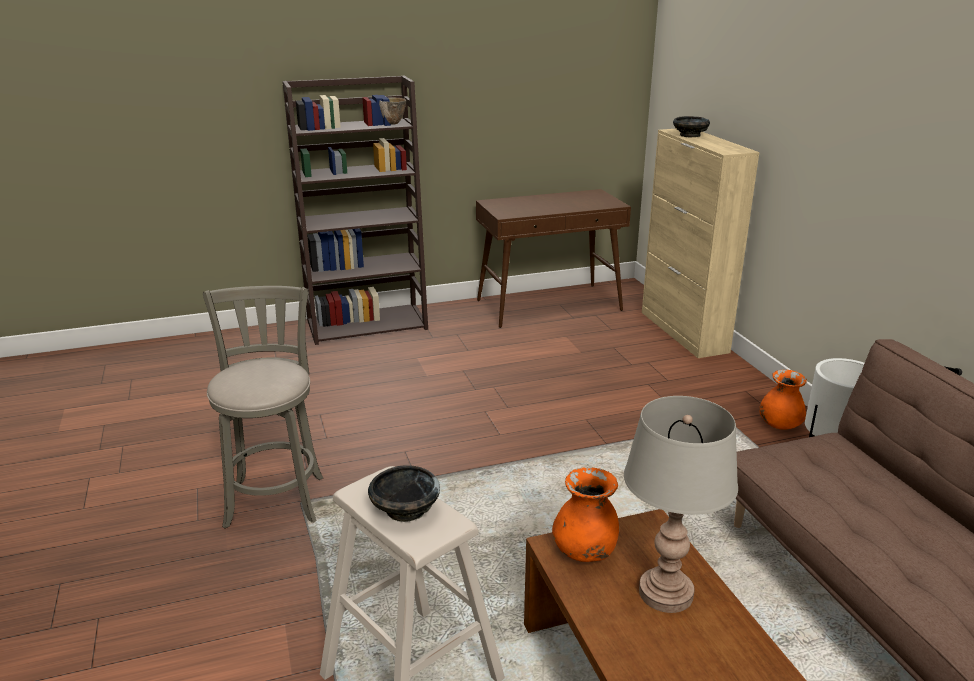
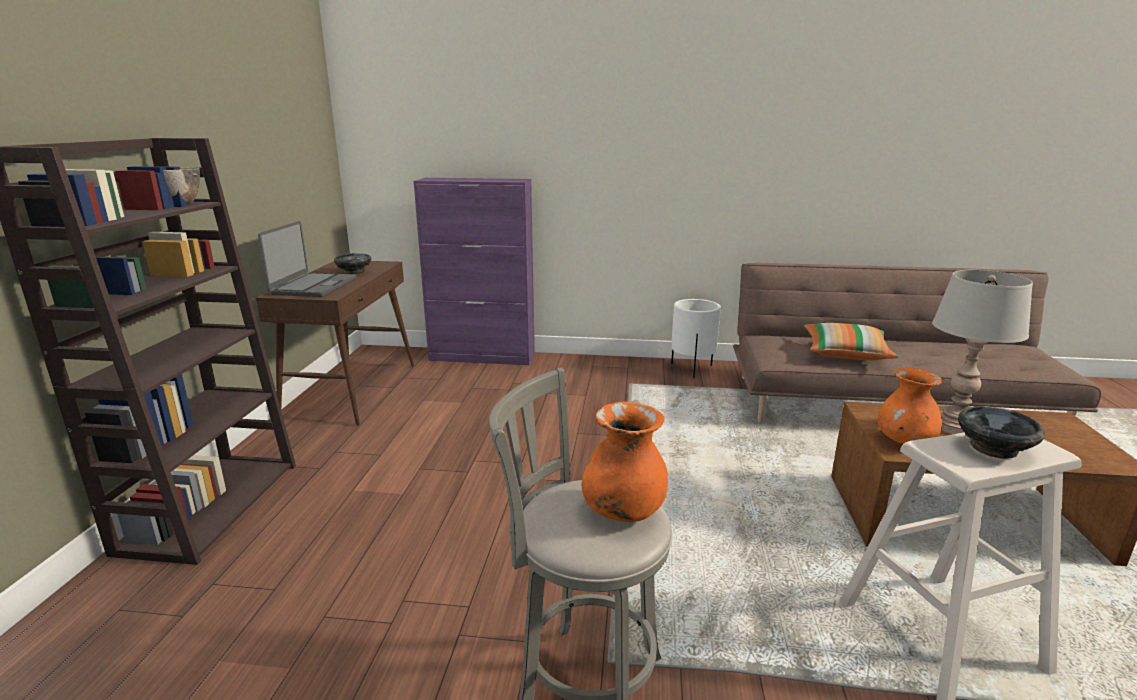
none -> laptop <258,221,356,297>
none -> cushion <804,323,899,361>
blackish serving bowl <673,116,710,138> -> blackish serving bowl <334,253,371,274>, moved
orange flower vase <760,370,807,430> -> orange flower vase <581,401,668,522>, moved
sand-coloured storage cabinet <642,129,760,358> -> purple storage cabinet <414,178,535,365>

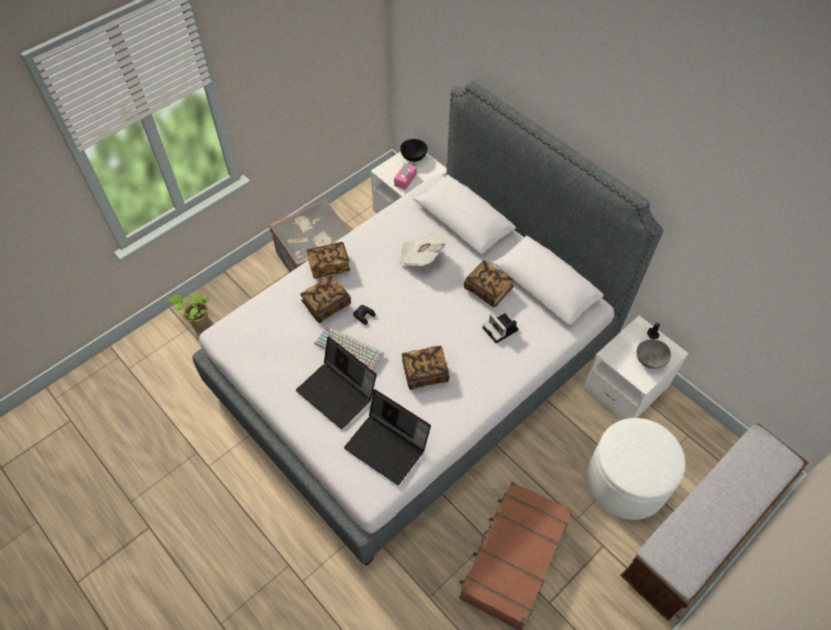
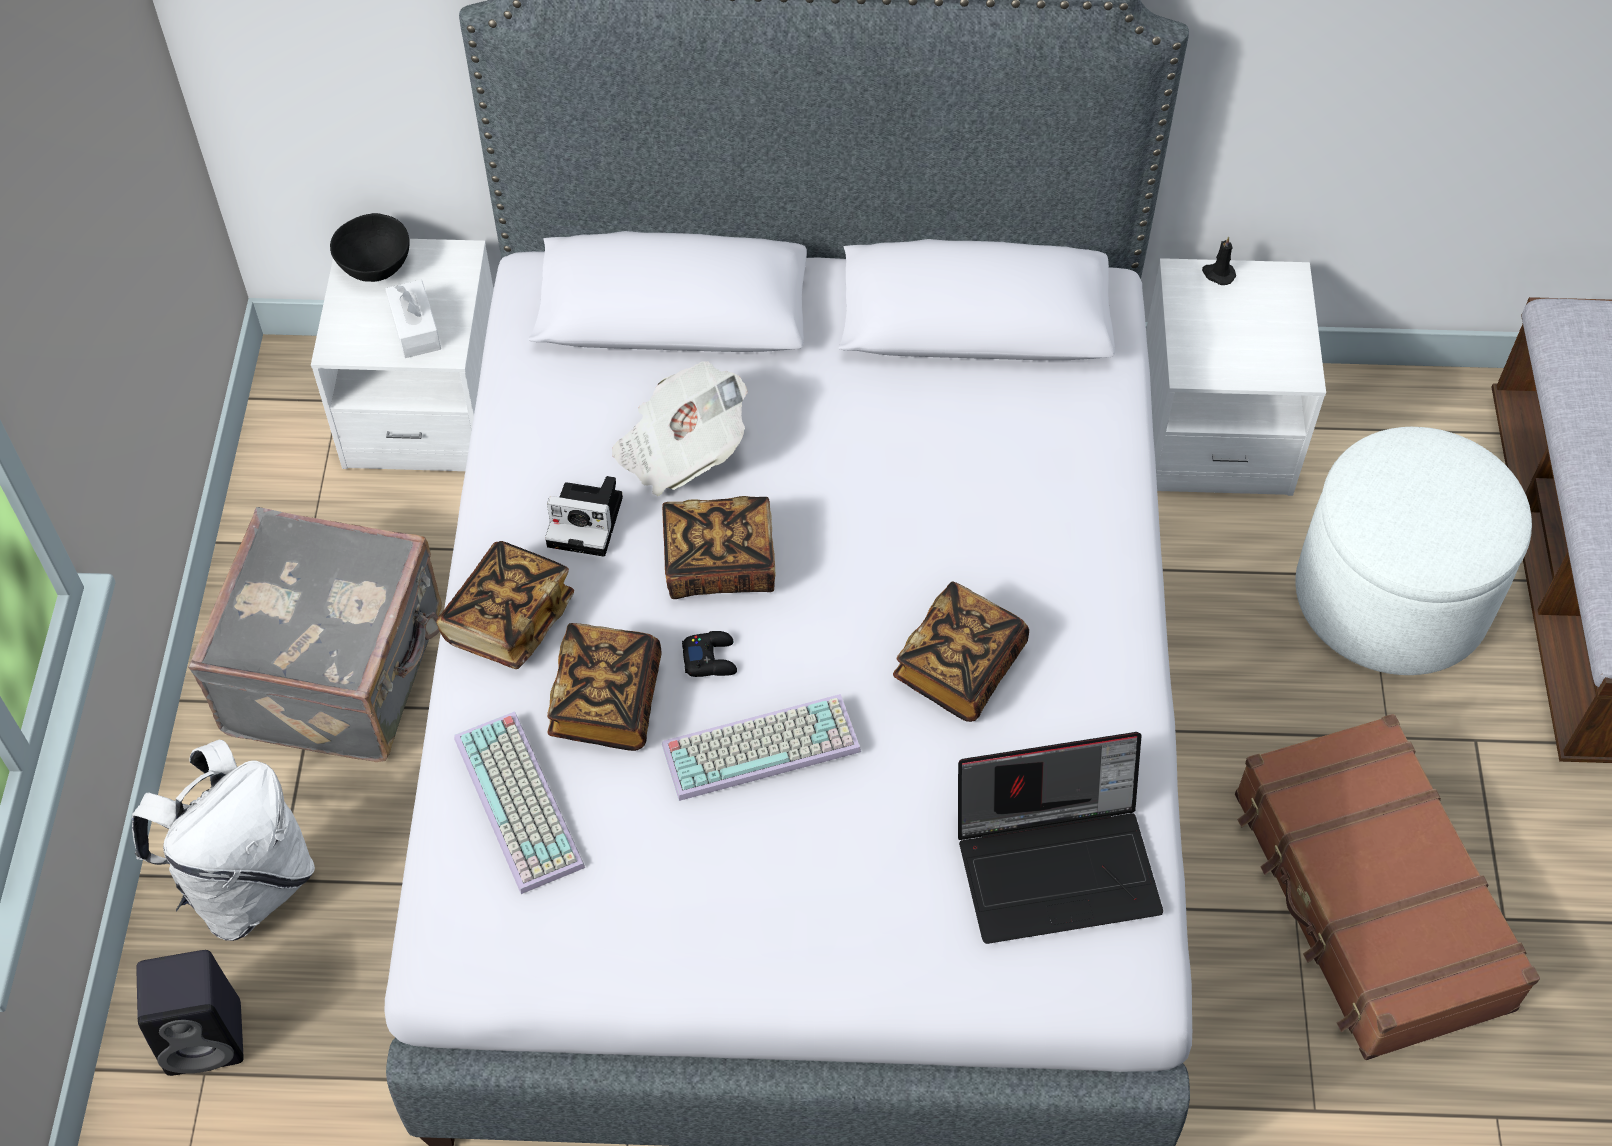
laptop <296,337,377,429> -> none
greyish serving bowl <637,339,671,369> -> none
none -> white-coloured backpack <132,740,315,941>
none -> computer keyboard <454,711,585,894>
book <464,260,514,308> -> book <662,496,776,599>, moved
still camera <483,313,519,343> -> still camera <545,476,623,557>, moved
plant in a pot <167,294,210,328> -> blackish speaker <136,950,243,1076>
pink-coloured tissue holder <394,163,417,190> -> white-coloured tissue holder <386,280,441,358>

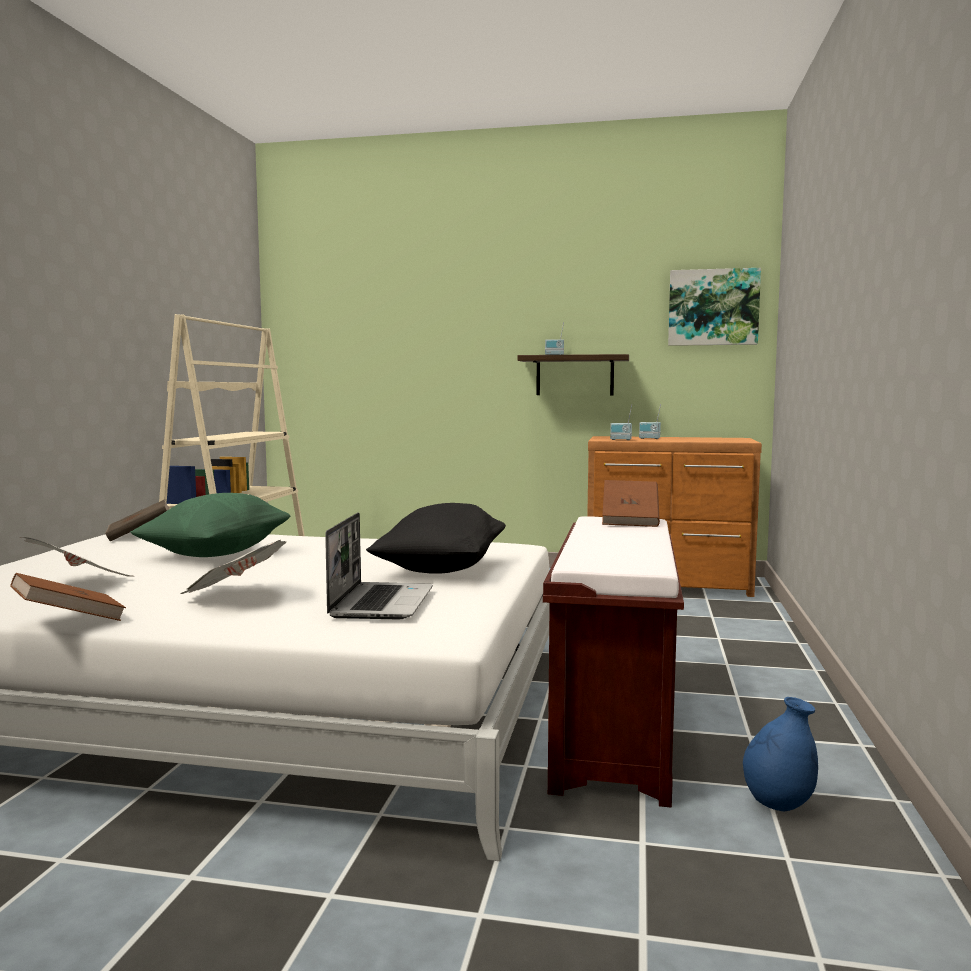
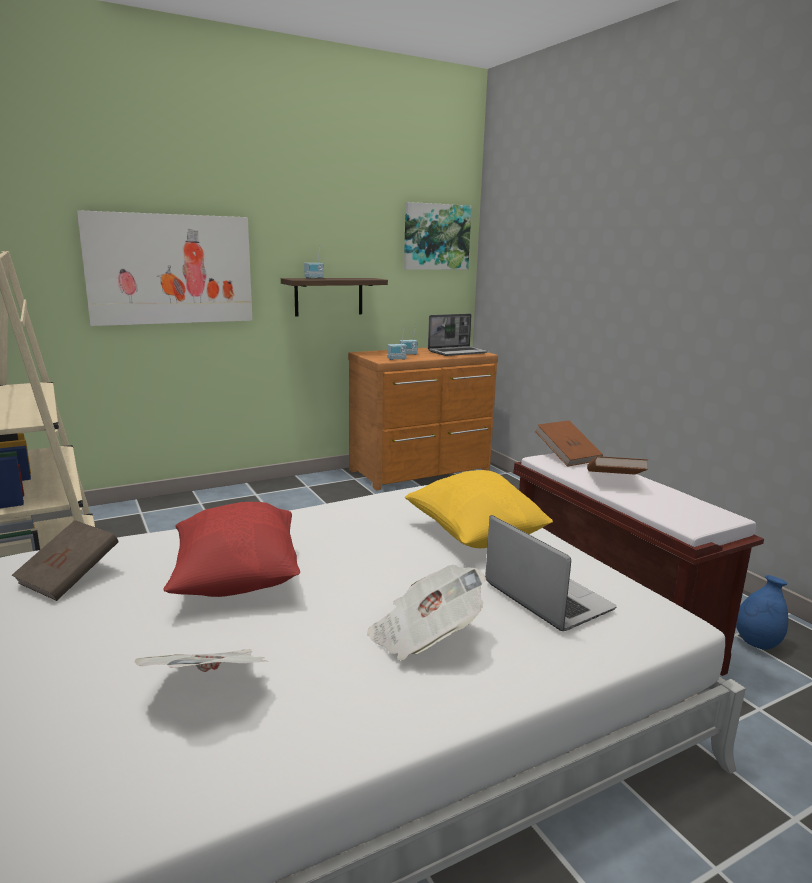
none -> picture <77,210,252,326>
none -> laptop <428,314,488,356>
brown book <10,573,126,621> -> brown book <587,456,648,475>, moved
green cushion <131,493,290,557> -> reddish cushion <163,502,300,597>
blackish cushion <366,503,506,574> -> yellowish cushion <404,470,553,548>

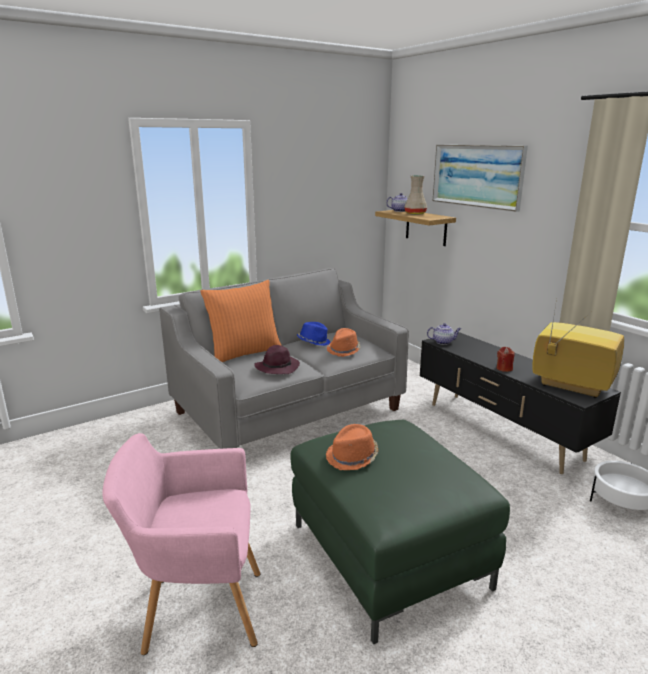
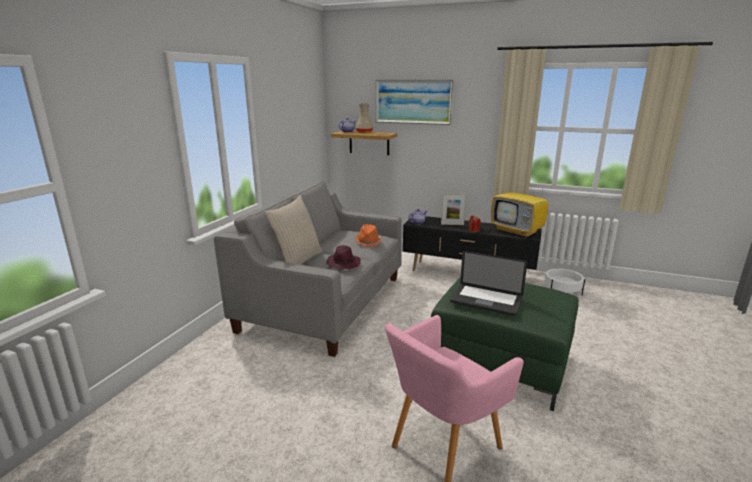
blue clothing hat <297,322,331,346> -> none
none -> standing frame <441,193,466,225>
orange clothing hat <326,424,378,470> -> laptop <450,251,527,316>
orange cushion <200,280,282,362> -> sand-coloured cushion <264,195,323,265>
TV set <532,299,624,398> -> TV set <491,174,548,238>, 135 degrees counterclockwise

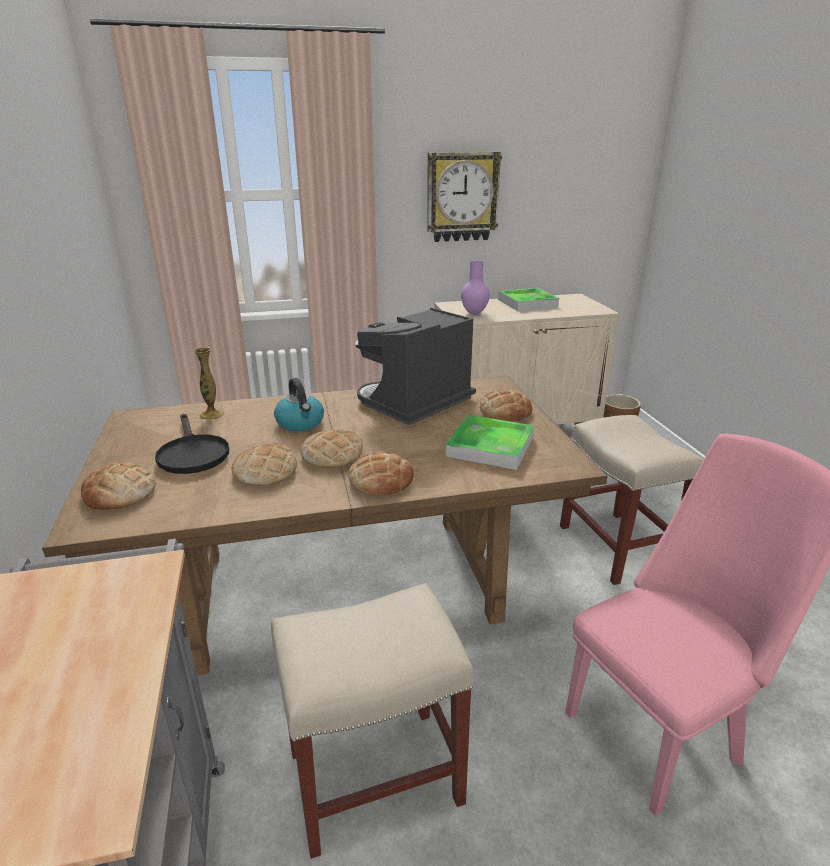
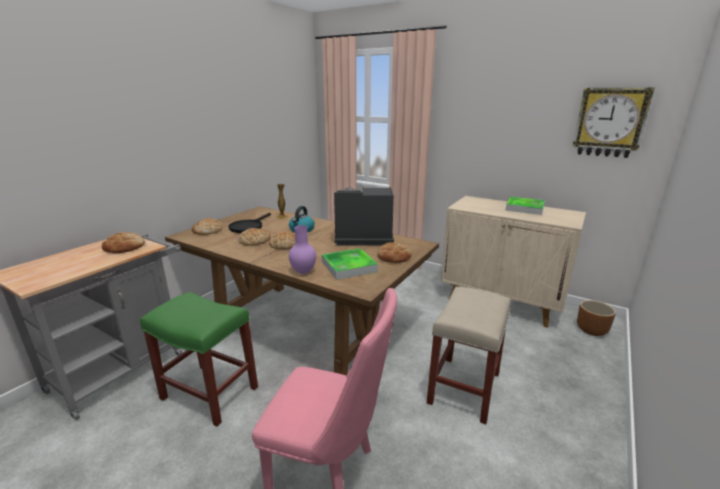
bakery bread <348,451,414,496> -> bakery bread <102,232,145,253>, moved
clock on the wall <427,152,502,242> -> clock on the wall <573,88,654,158>, moved
purple flower vase <461,261,490,314> -> purple flower vase <289,225,316,274>, moved
sand-coloured stool seat <271,583,474,859> -> green stool seat <140,292,258,426>

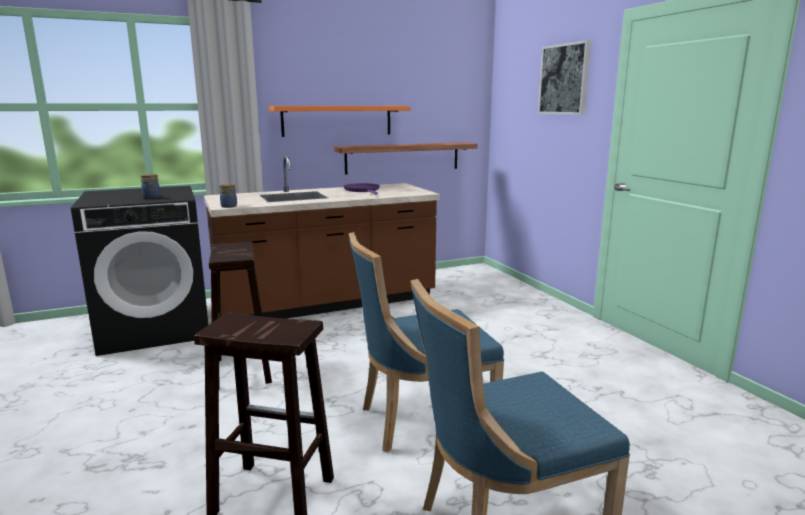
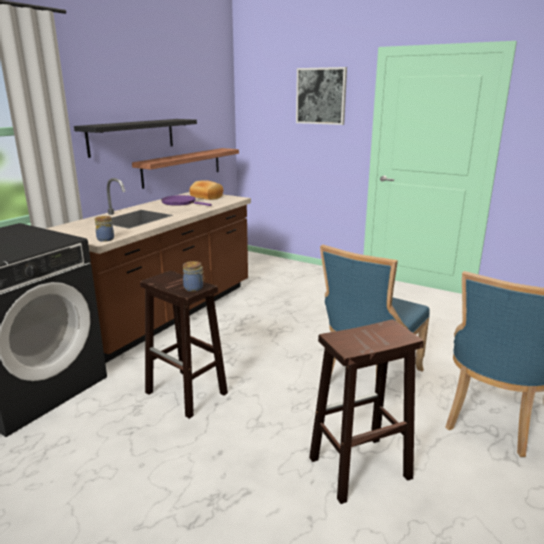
none -> bakery bread <189,180,223,200>
jar <141,174,160,198> -> jar <183,261,205,292>, moved
orange wall shelf <269,106,410,137> -> blackish wall shelf <74,119,197,158>

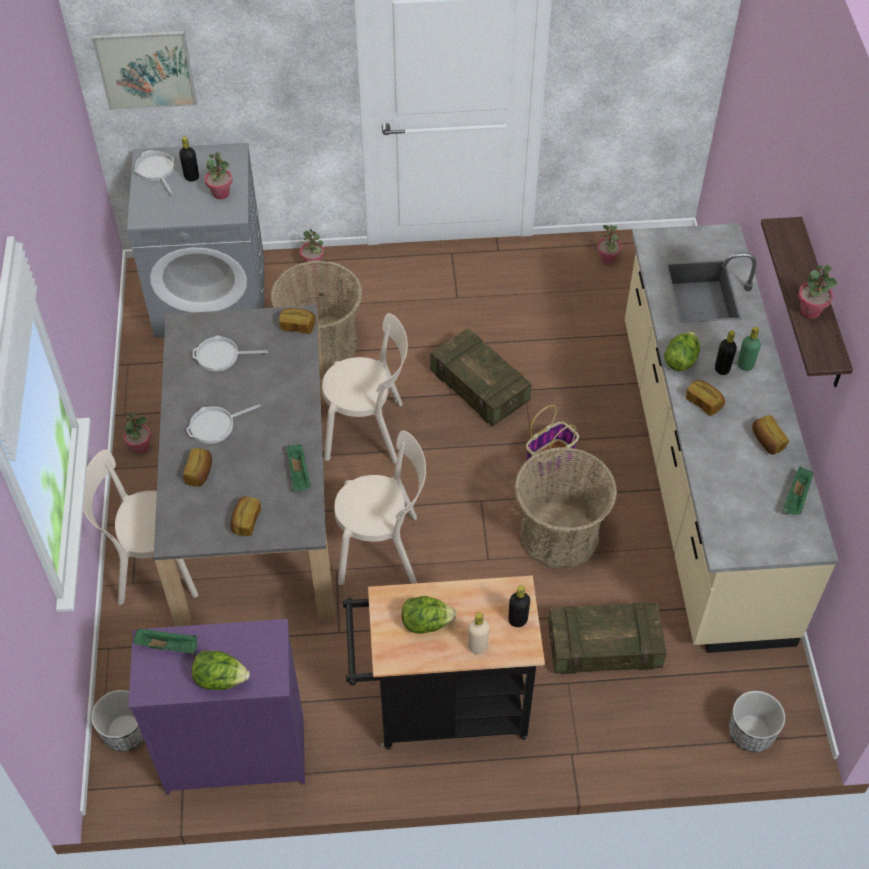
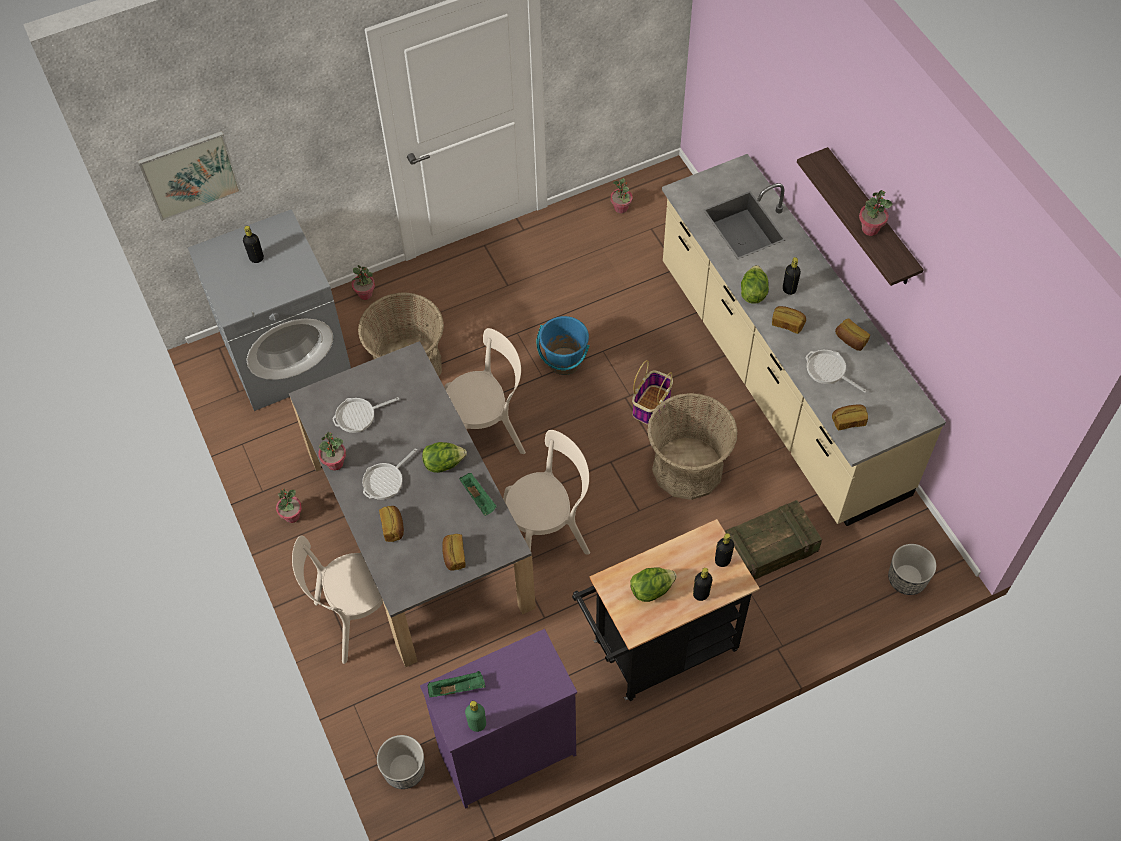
green tray <783,467,814,515> -> none
pan <135,150,174,195> -> pan <805,350,867,393>, moved
head of lettuce <192,651,250,690> -> head of lettuce <422,442,467,473>, moved
plant in a pot <205,152,233,199> -> plant in a pot <318,432,346,471>, moved
bakery bread <279,308,316,334> -> bakery bread <832,404,868,430>, moved
green drink bottle <737,327,761,371> -> green drink bottle <465,701,486,732>, moved
packing crate <430,328,531,426> -> blue pail <537,316,589,375>
sand-coloured drink bottle <468,612,489,654> -> blackish drink bottle <693,568,712,601>

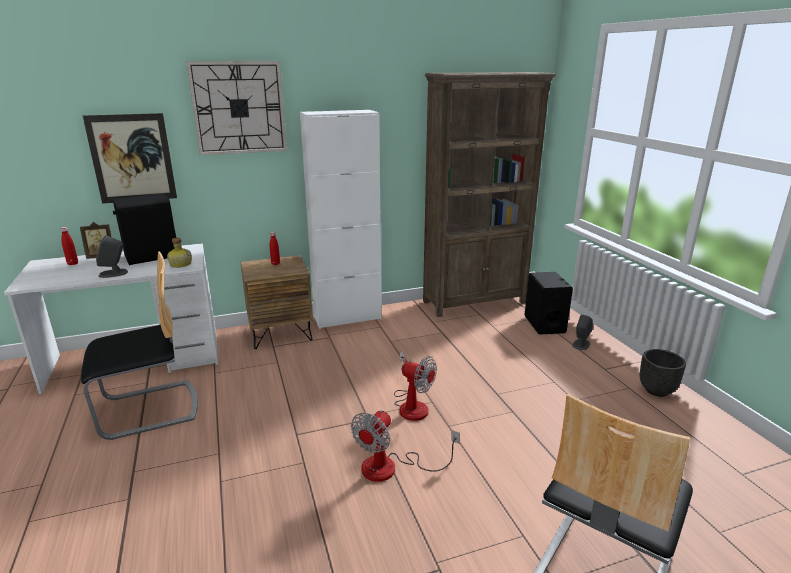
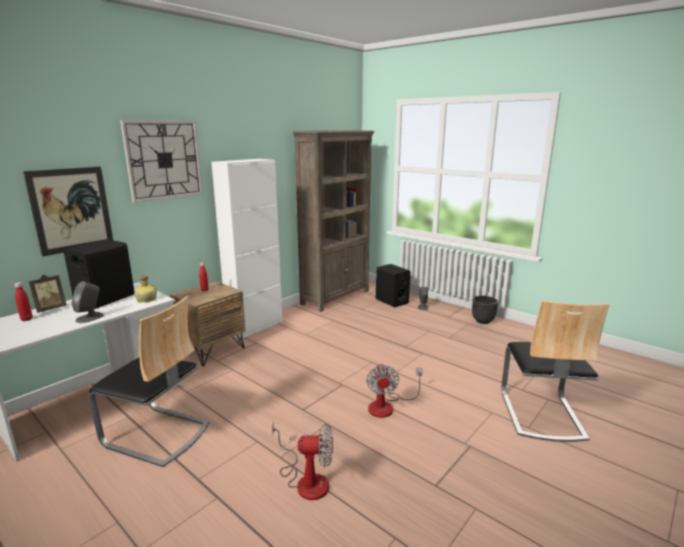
electric fan <394,350,437,421> -> electric fan <272,423,333,500>, moved
chair <81,251,198,440> -> chair <89,296,210,467>, 75 degrees clockwise

